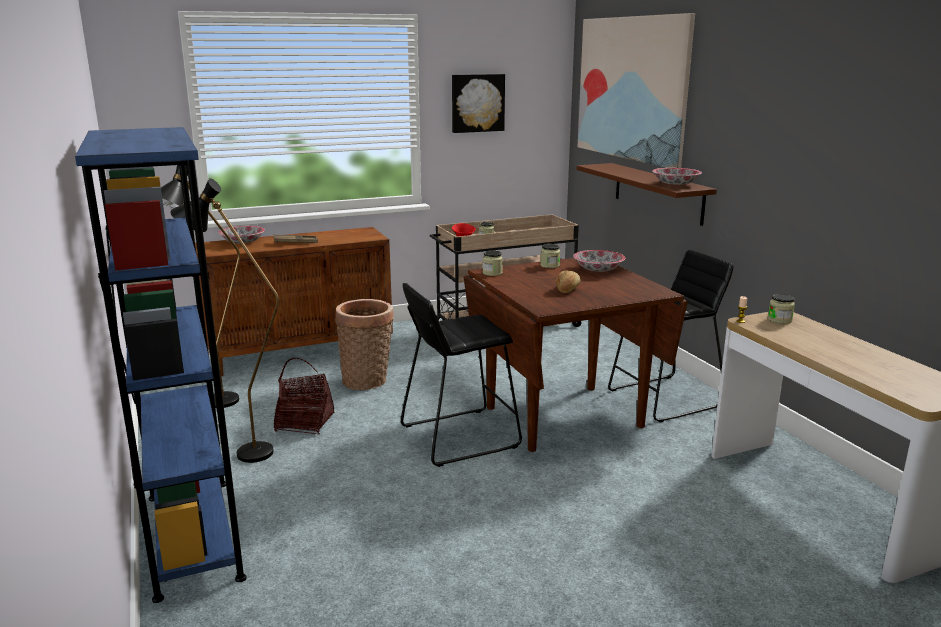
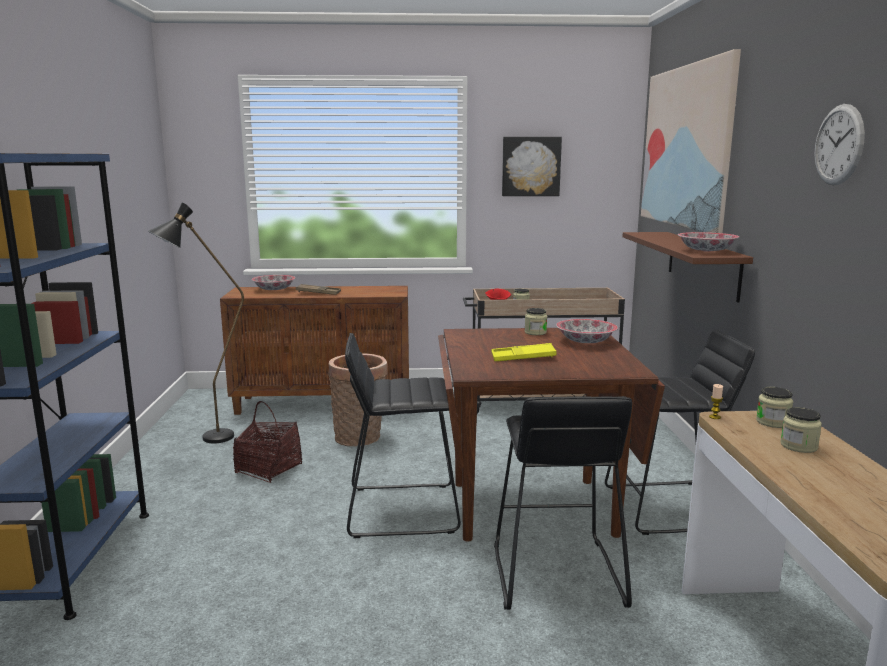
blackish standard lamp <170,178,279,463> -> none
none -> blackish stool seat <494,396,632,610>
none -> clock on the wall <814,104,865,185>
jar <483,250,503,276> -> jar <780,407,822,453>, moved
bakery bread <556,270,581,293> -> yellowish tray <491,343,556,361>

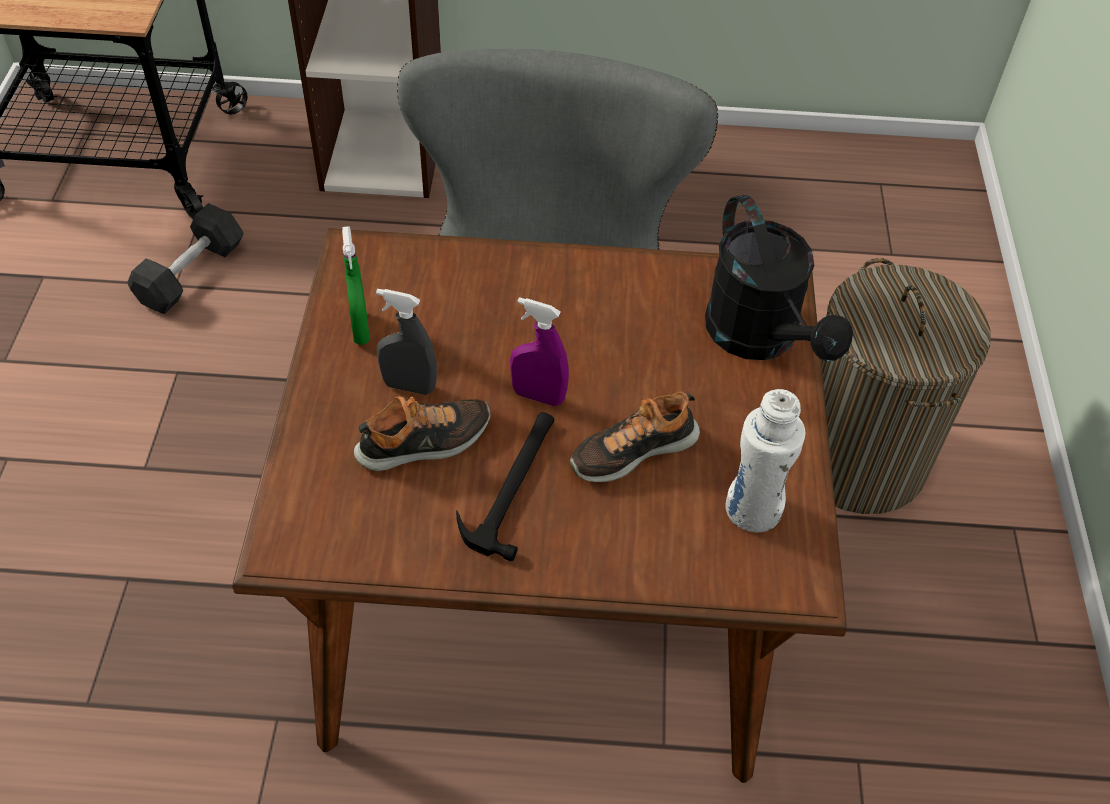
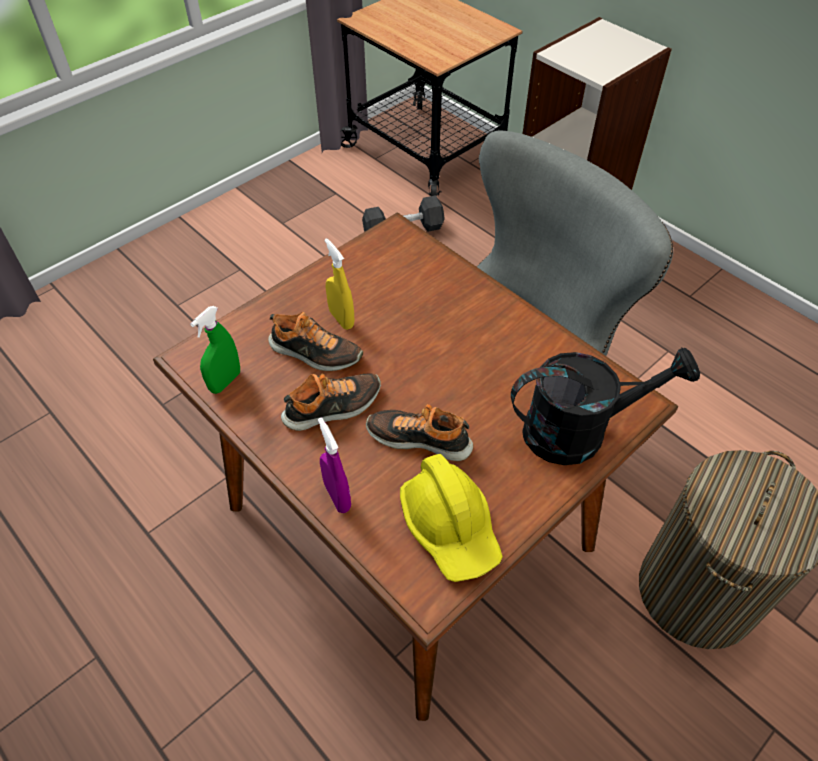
green sprayer <342,226,370,345> -> green sprayer <190,306,240,394>, moved
purple sprayer <510,297,569,406> -> purple sprayer <318,418,351,513>, moved
hand hammer <456,412,554,562> -> item of footwear <281,373,381,431>
white-coloured drink bottle <725,389,806,532> -> yellowish safety helmet <400,454,503,582>
greyish sprayer <376,289,437,395> -> yellowish sprayer <325,238,355,330>
blackish sprinkling can <705,195,853,361> -> blackish sprinkling can <511,348,700,465>, 120 degrees counterclockwise

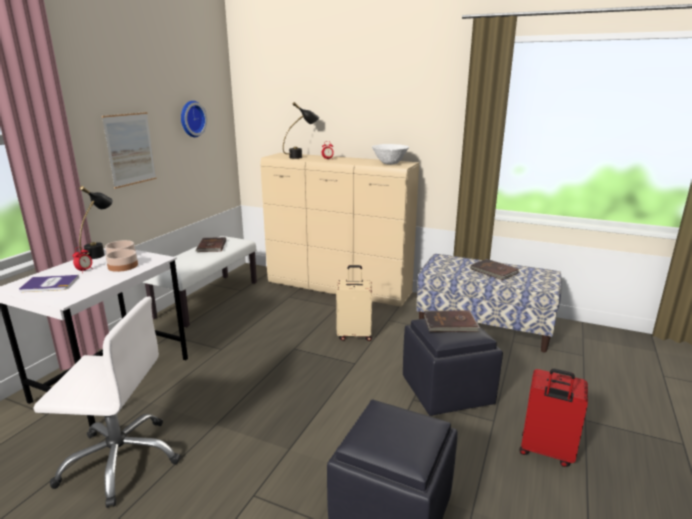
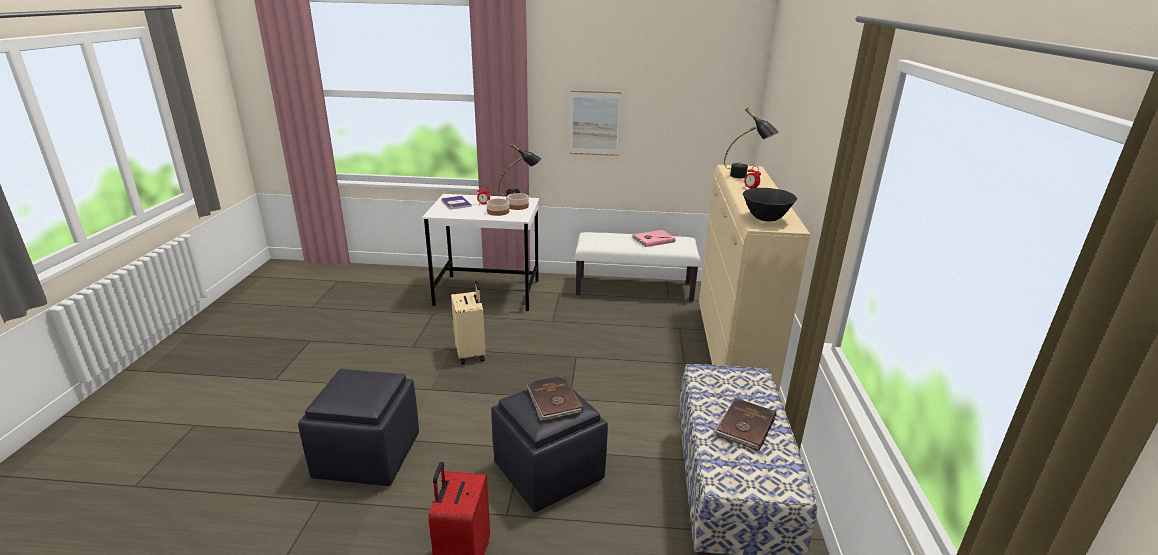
white-coloured office chair <33,297,181,508> -> none
clock on the wall <181,101,207,137> -> none
sand-coloured piece of luggage <336,265,372,341> -> sand-coloured piece of luggage <451,280,486,365>, moved
brown book <195,237,226,252> -> pink-coloured book <632,230,675,247>
white-coloured serving bowl <372,144,409,165> -> blackish serving bowl <743,188,797,222>

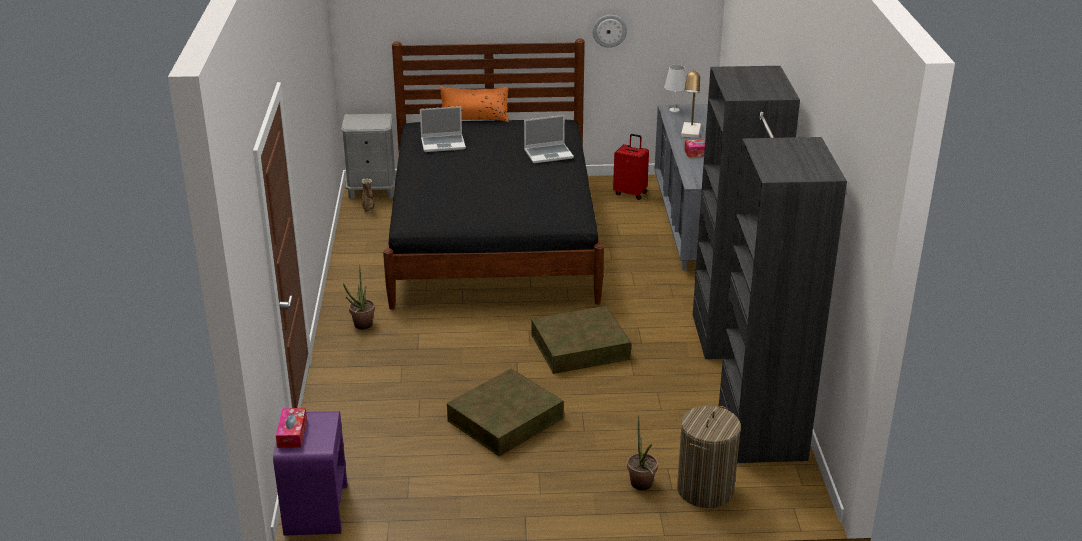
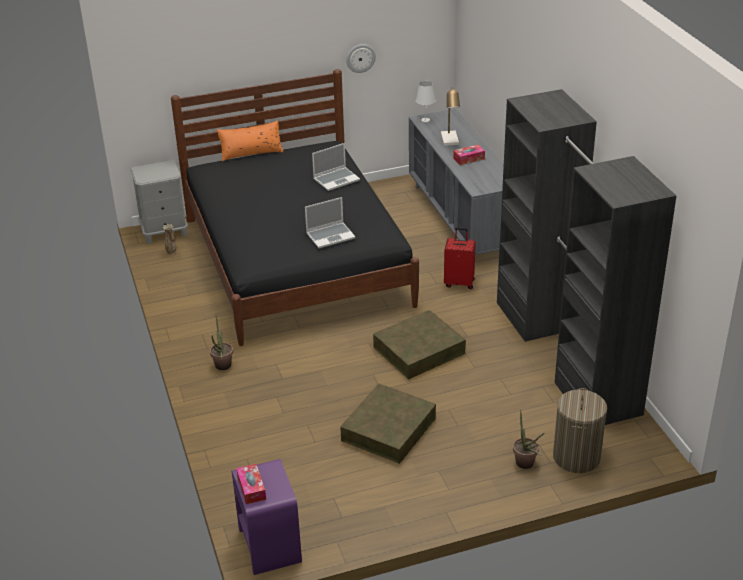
laptop <420,106,466,152> -> laptop <305,197,356,248>, moved
reddish piece of luggage <613,134,649,200> -> reddish piece of luggage <444,228,476,290>, moved

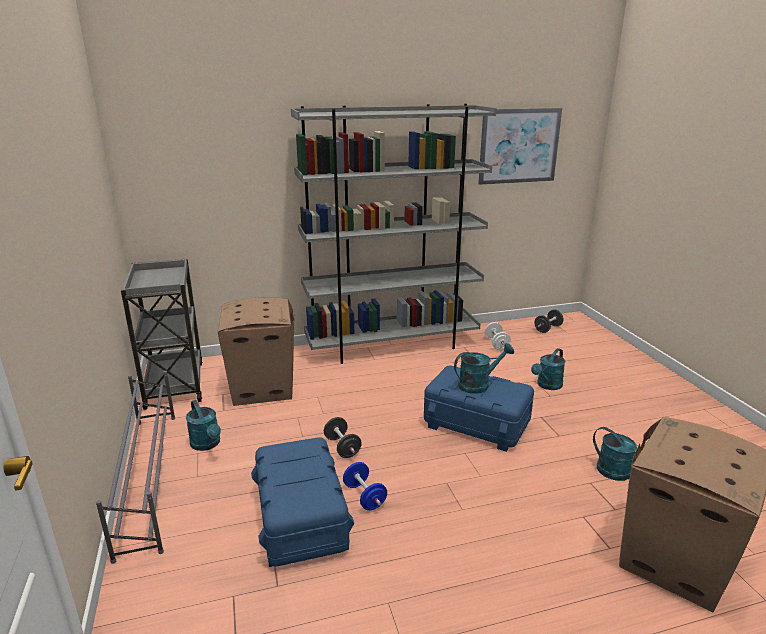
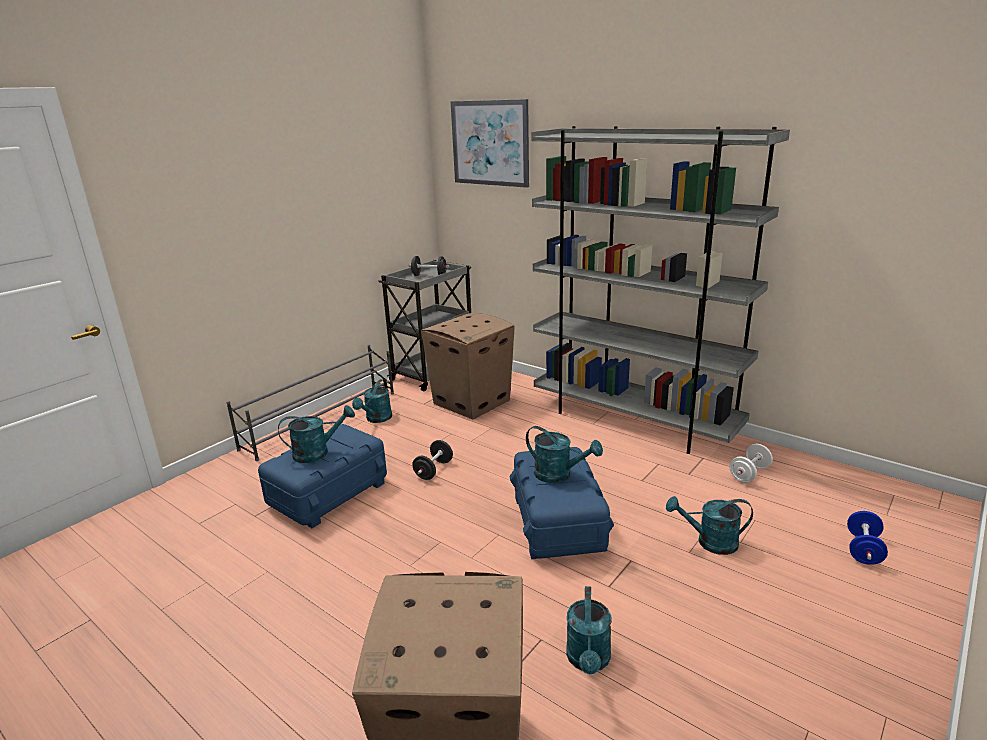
none -> turquoise-coloured sprinkling can <278,405,355,463>
blue free weight <343,462,387,510> -> blue free weight <847,511,888,565>, moved
picture <478,108,562,185> -> picture <451,99,529,188>, moved
blackish free weight <534,310,563,333> -> blackish free weight <408,256,450,276>, moved

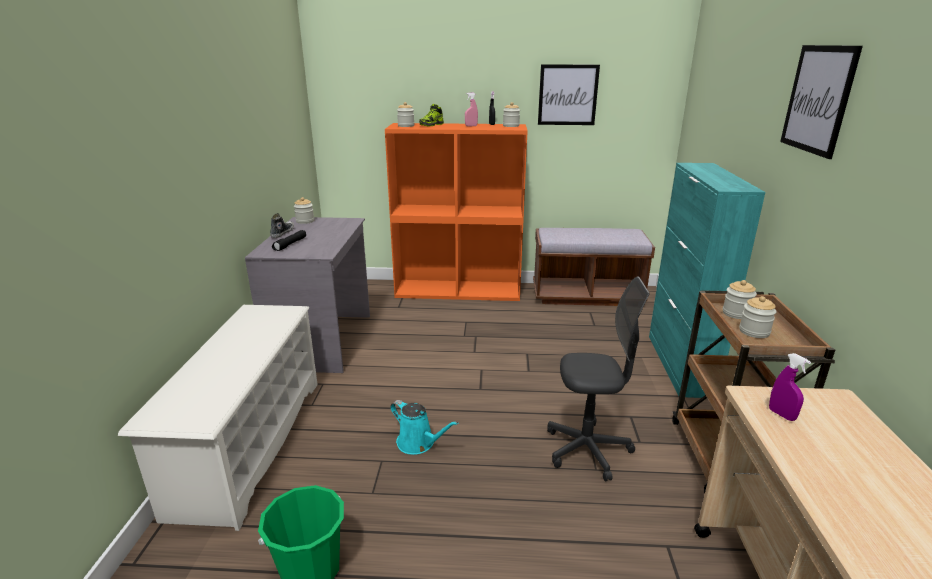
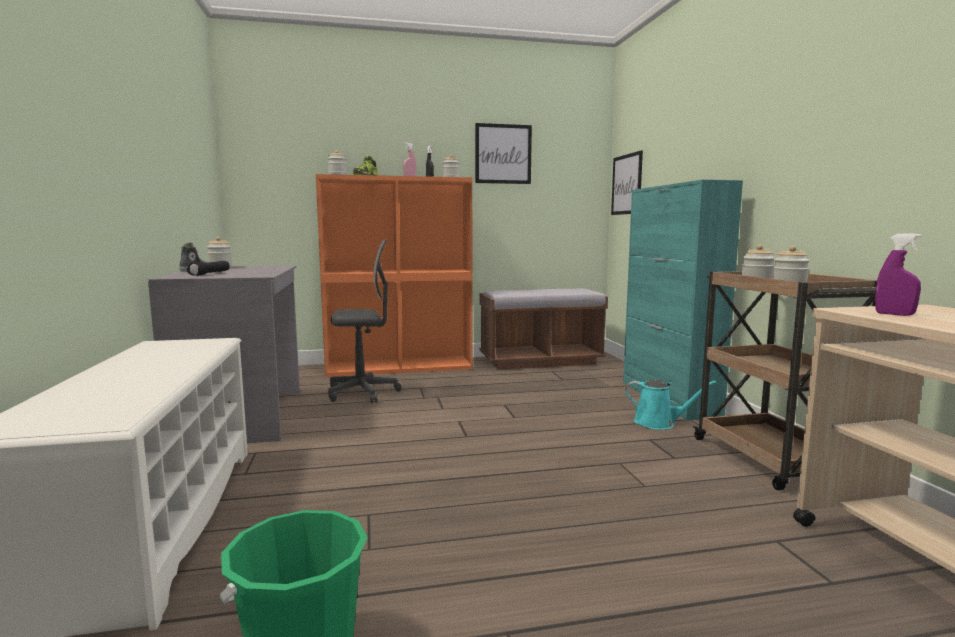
turquoise-coloured sprinkling can <390,400,458,455> -> turquoise-coloured sprinkling can <625,380,717,430>, moved
greyish office chair <547,277,649,481> -> greyish office chair <328,239,402,403>, moved
picture <780,45,863,159> -> picture <611,150,643,215>, moved

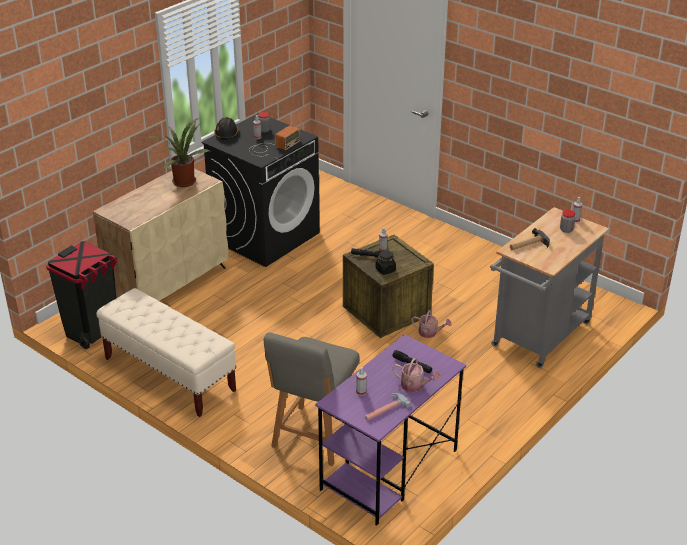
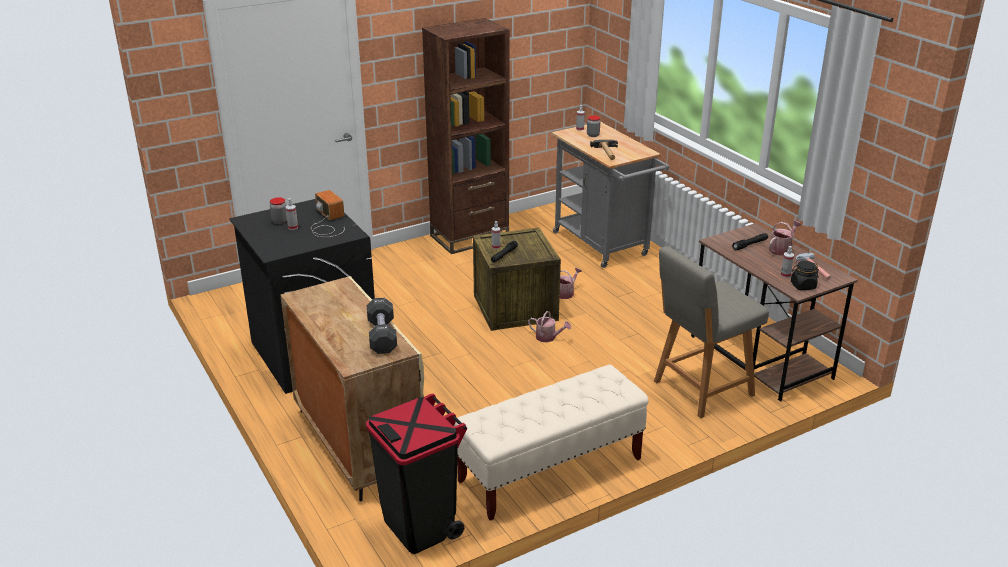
plant in a pot <147,118,209,187> -> none
blackish safety helmet <214,117,238,140> -> none
none -> blackish free weight <367,298,397,354>
none -> brown bookcase <422,18,510,254>
none -> sprinkling can <528,311,571,342>
blackish jar <375,250,396,275> -> blackish jar <791,261,819,290>, moved
purple desk table <315,334,466,526> -> brown desk table <691,223,858,402>
greyish chair <264,332,360,466> -> greyish chair <654,246,769,418>, 105 degrees clockwise

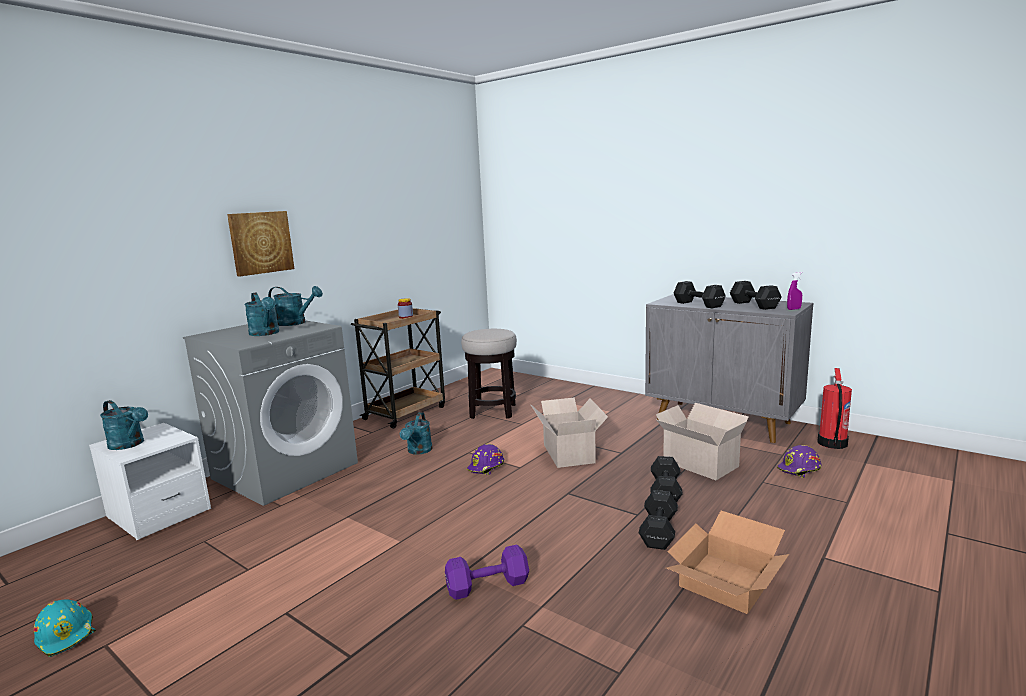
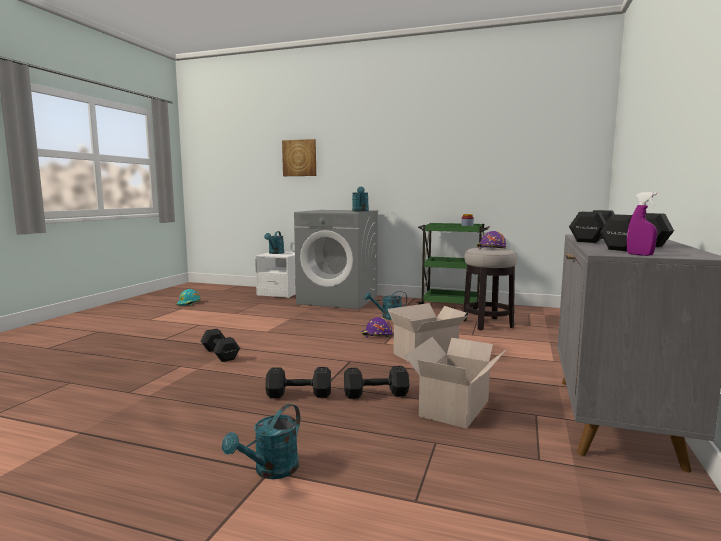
packing box <666,511,789,614> -> none
fire extinguisher <817,368,852,449> -> none
picture <227,211,294,277> -> picture <282,139,316,176>, moved
turquoise-coloured sprinkling can <244,293,279,336> -> turquoise-coloured sprinkling can <222,404,300,479>, moved
purple safety helmet <777,445,822,478> -> purple safety helmet <476,231,506,249>, moved
brown cart <351,308,445,429> -> green cart <418,223,490,310>
purple free weight <445,545,529,600> -> blackish free weight <200,329,240,362>

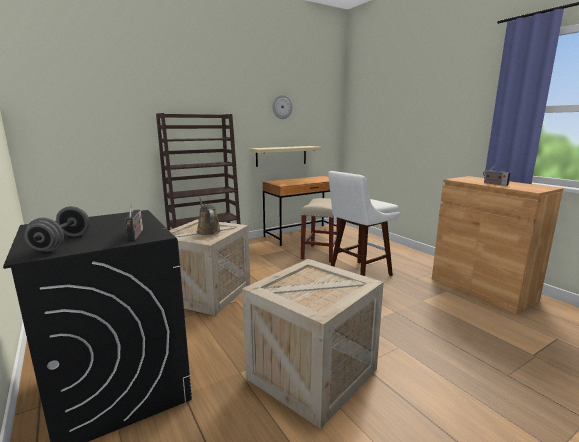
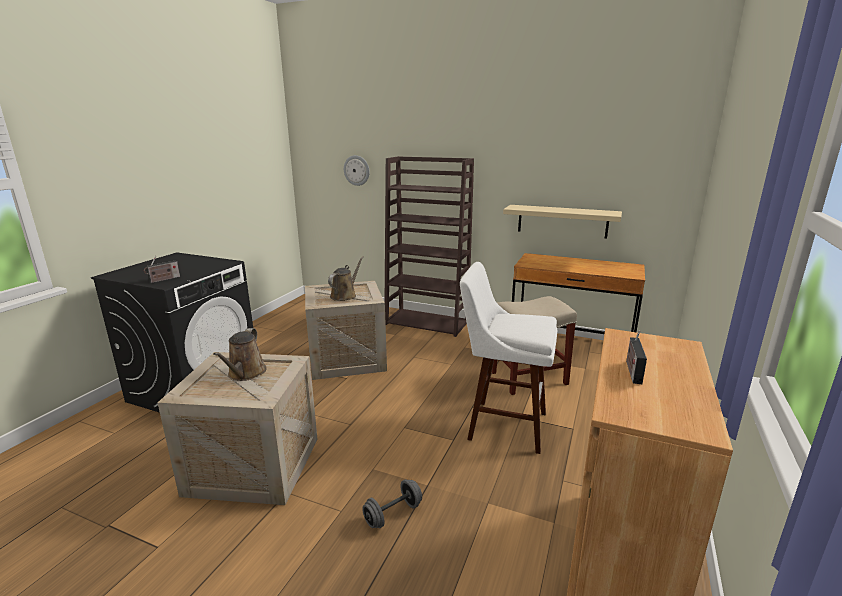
none -> brown sprinkling can <213,328,267,381>
greyish free weight <25,206,89,252> -> greyish free weight <362,480,422,528>, moved
clock on the wall <272,95,292,119> -> clock on the wall <344,155,370,186>, moved

